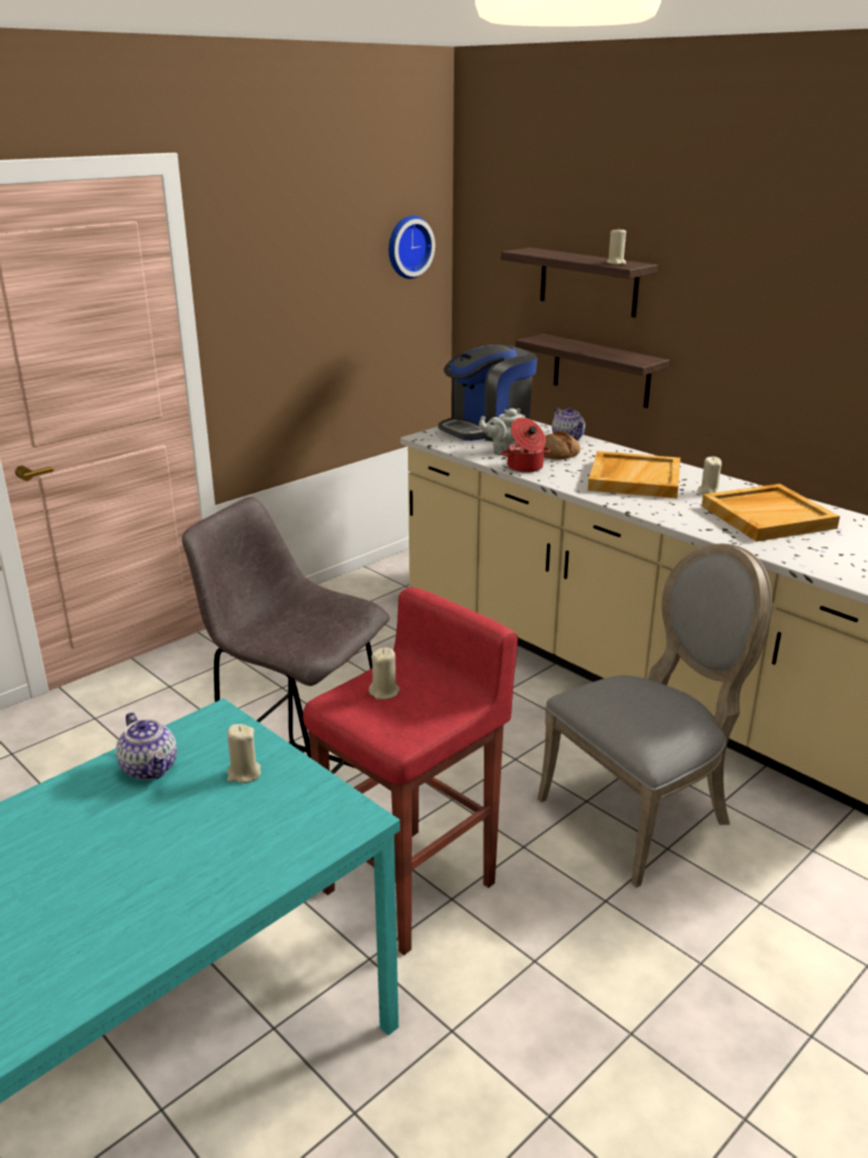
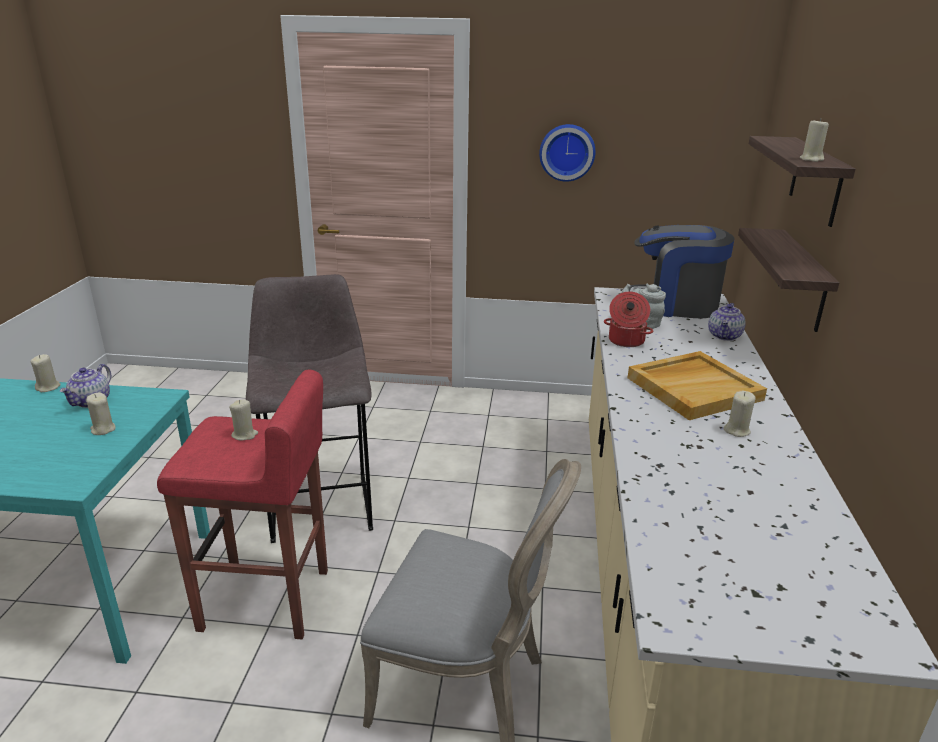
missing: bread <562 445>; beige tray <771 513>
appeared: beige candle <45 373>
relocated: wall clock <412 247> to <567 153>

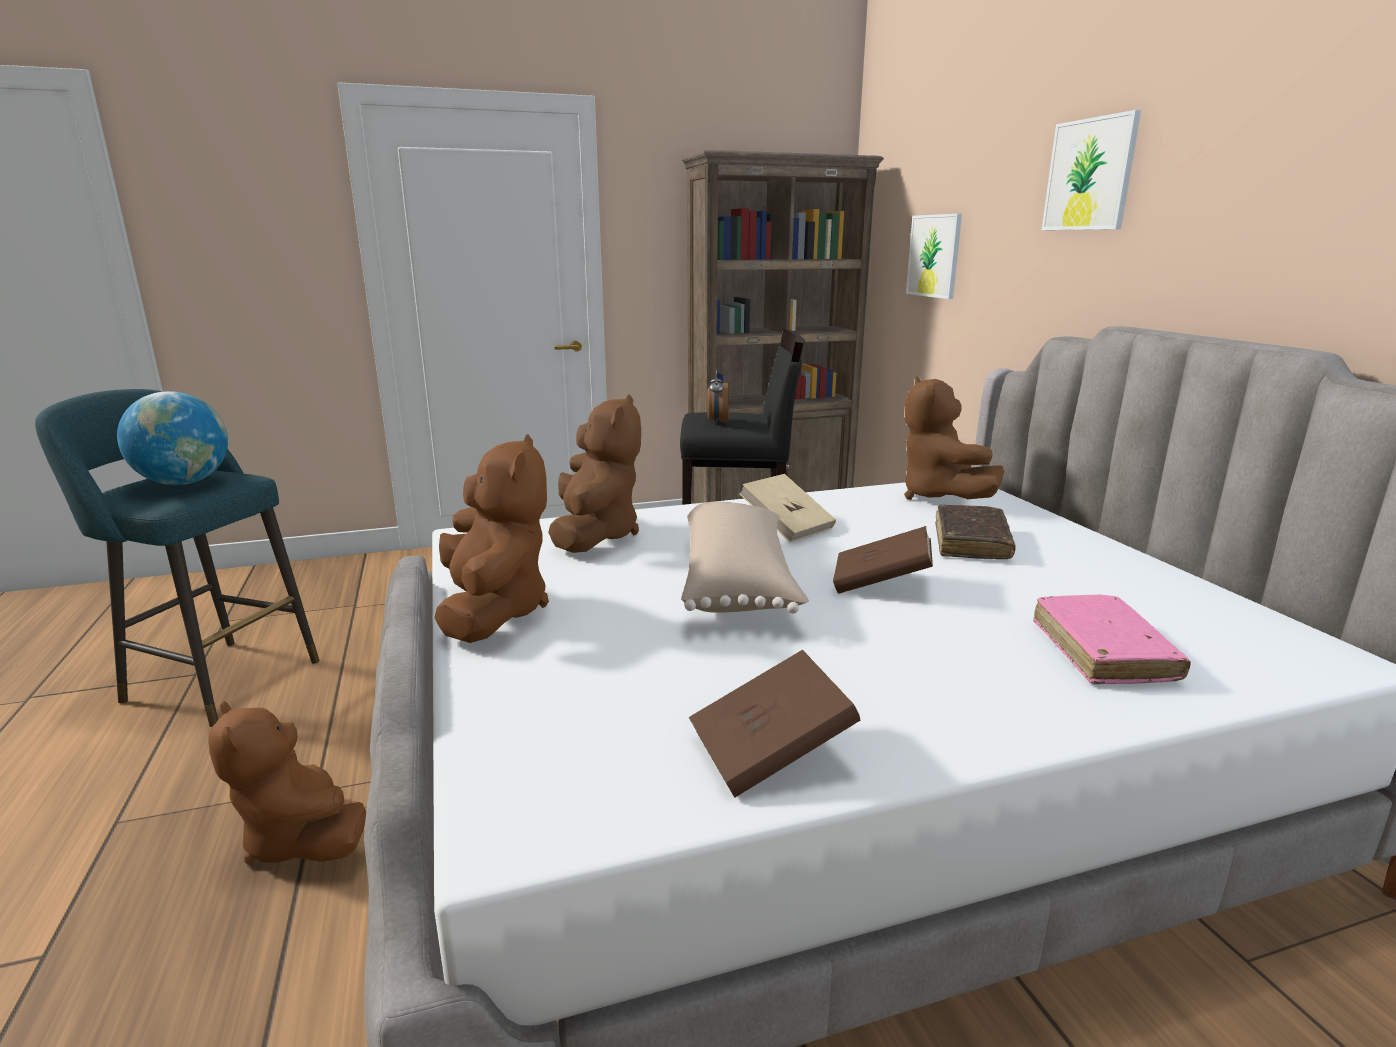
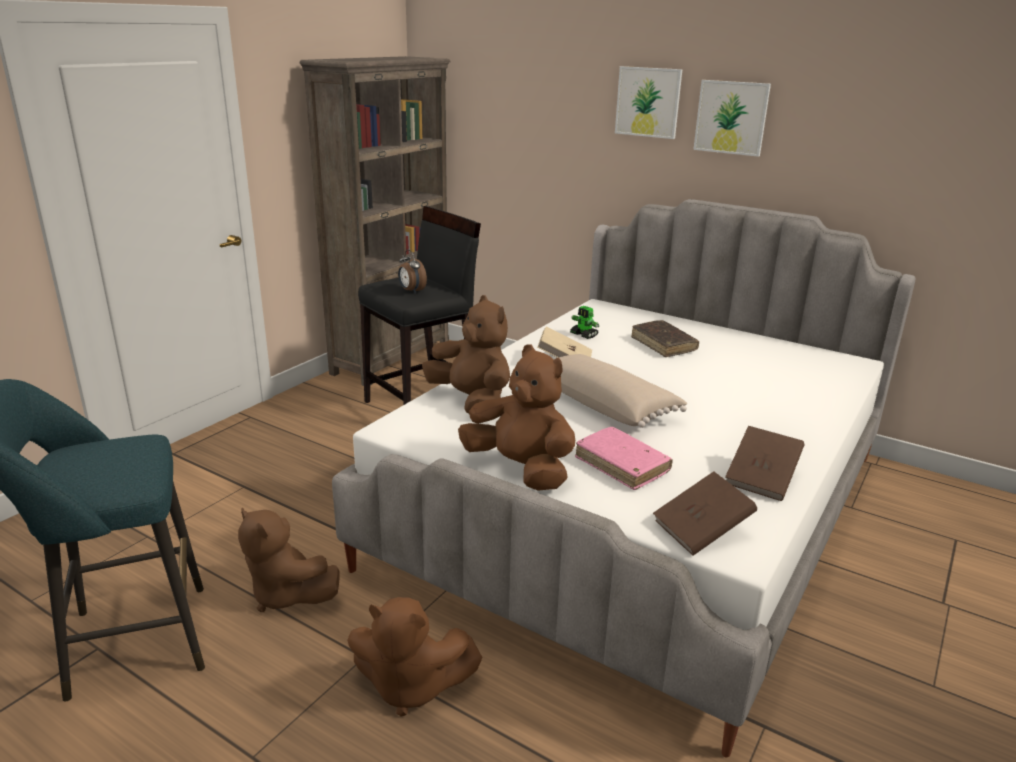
missing: globe <172 438>
appeared: toy robot <585 322>
relocated: brown plush toy <954 438> to <289 560>; pink book <1112 639> to <624 458>; brown book <883 560> to <705 513>; picture <934 256> to <732 118>

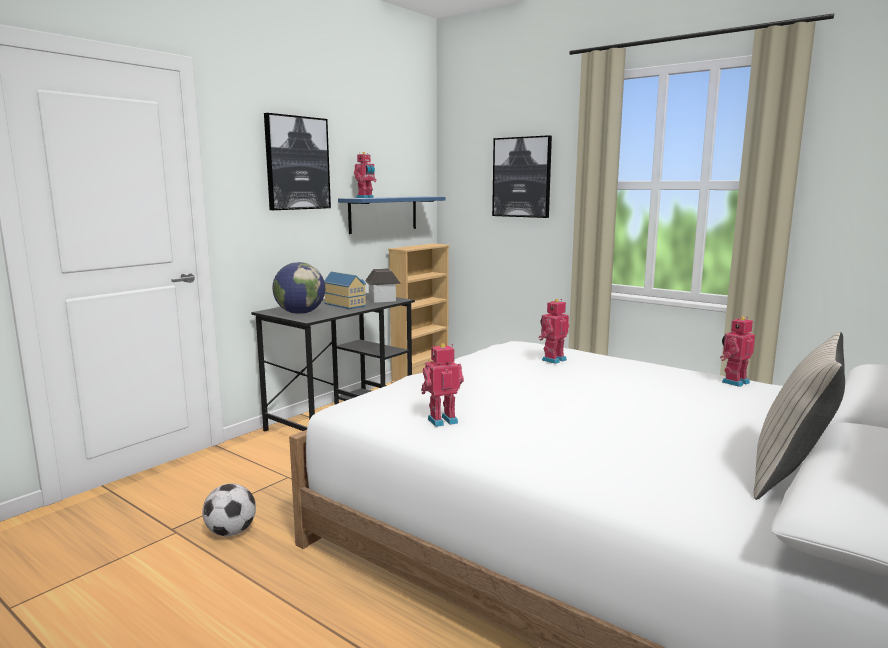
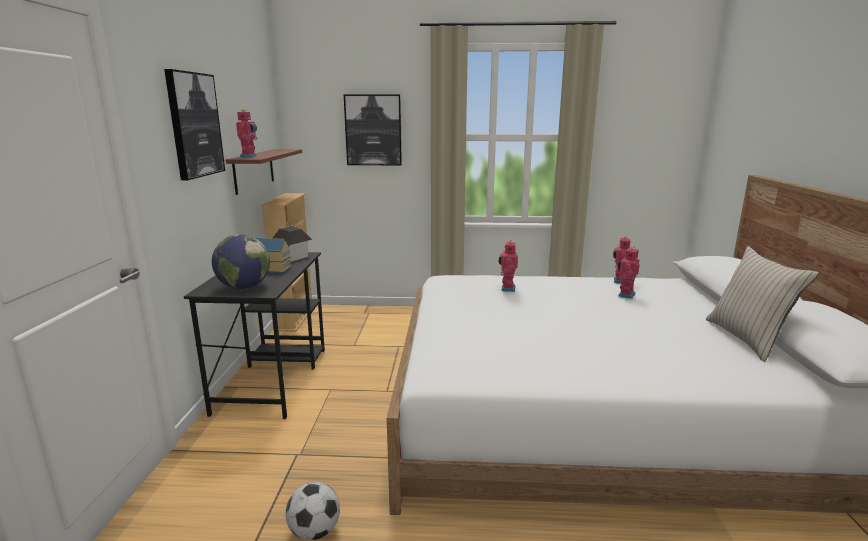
relocated: toy robot <442 385> to <629 273>
colour: blue shelf <392 215> to brown shelf <264 172>

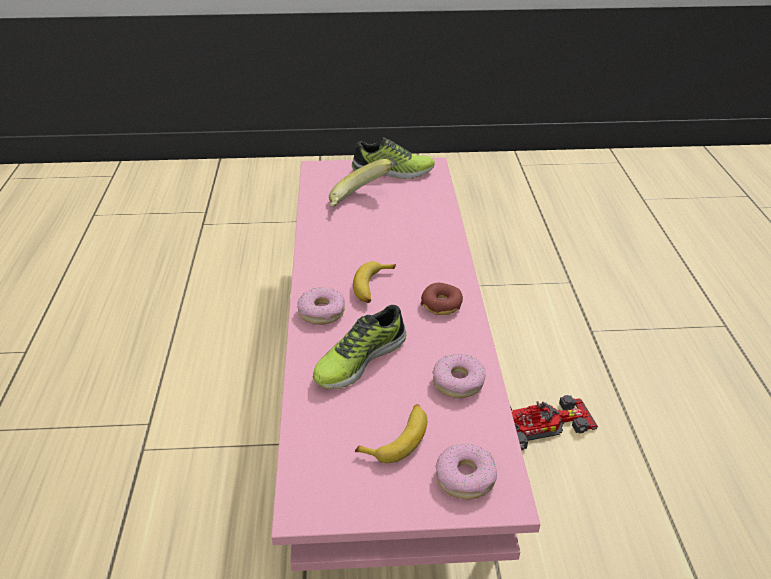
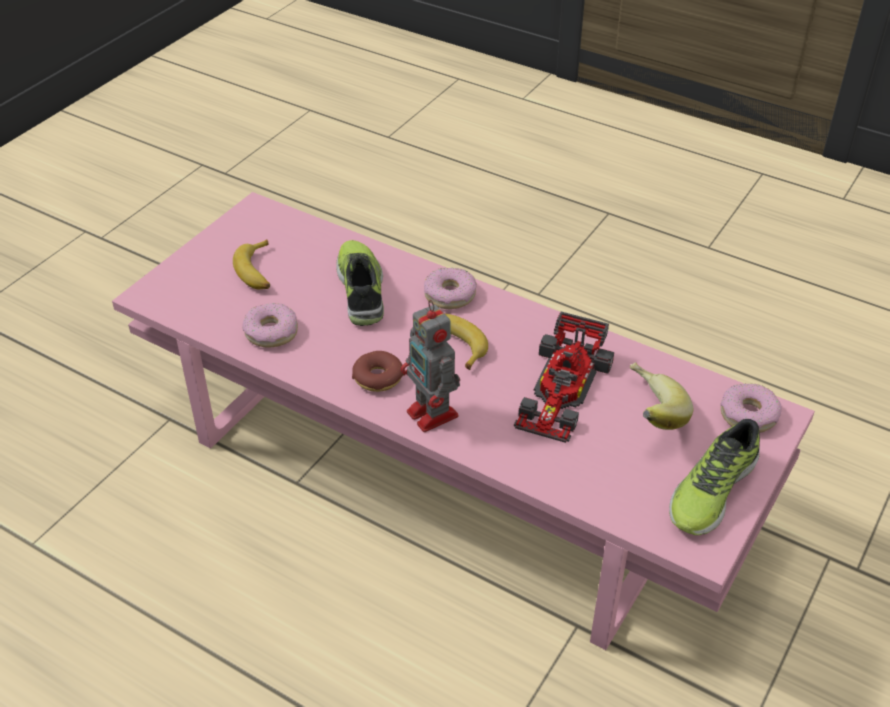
appeared: toy robot <430 366>
relocated: toy car <554 422> to <564 377>; donut <466 471> to <750 408>

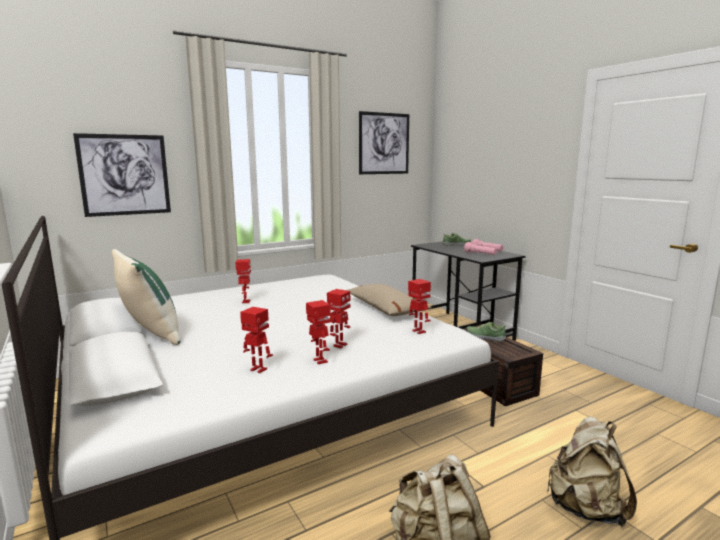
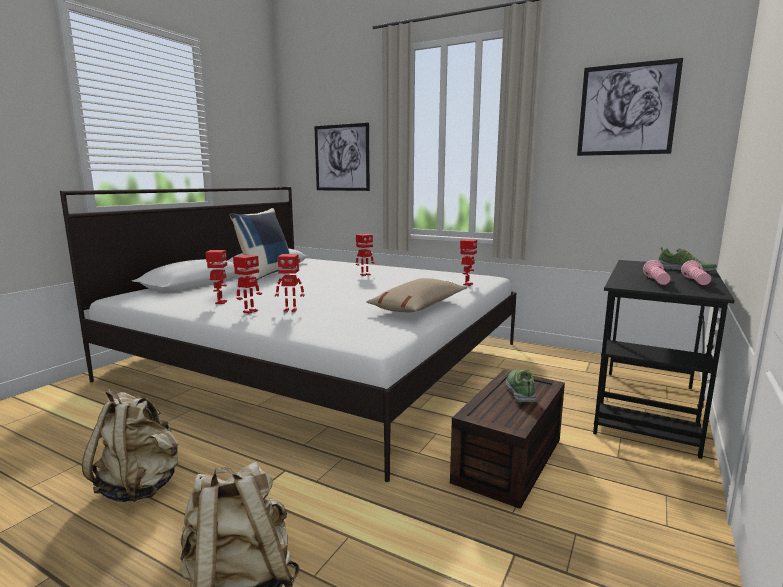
relocated: toy robot <419 306> to <468 262>
colour: green pillow <146 297> to blue pillow <263 244>

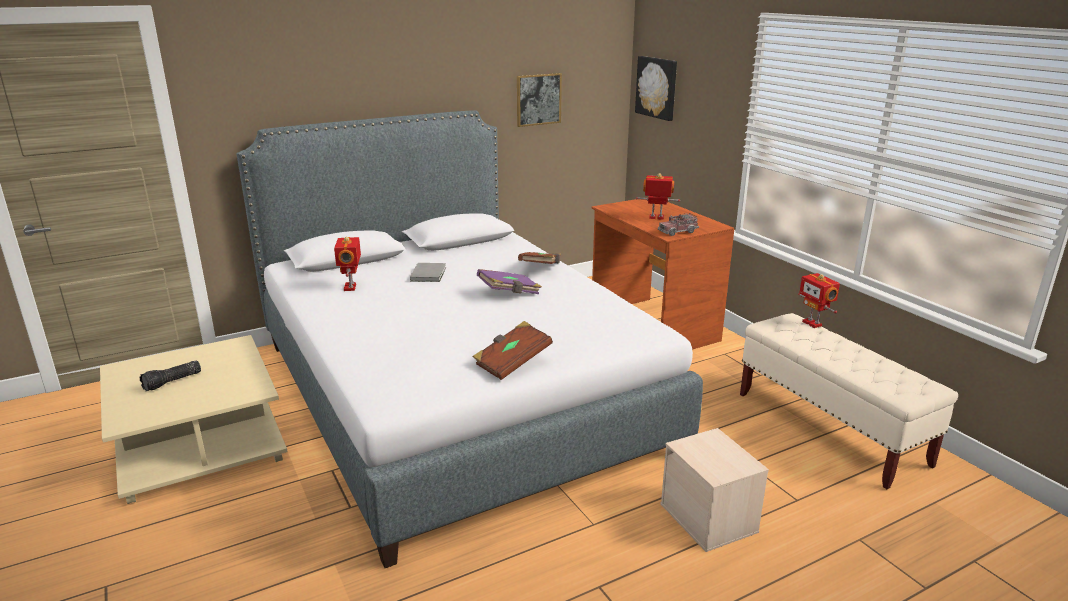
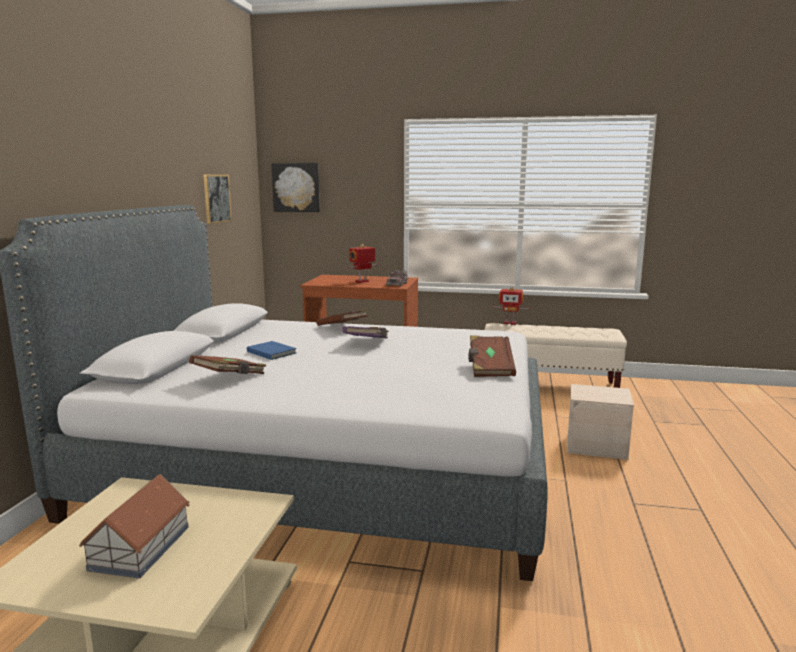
exchanged: flashlight <170 376> to toy house <134 526>; toy robot <347 264> to brown book <228 364>
colour: grey book <428 272> to blue book <271 350>

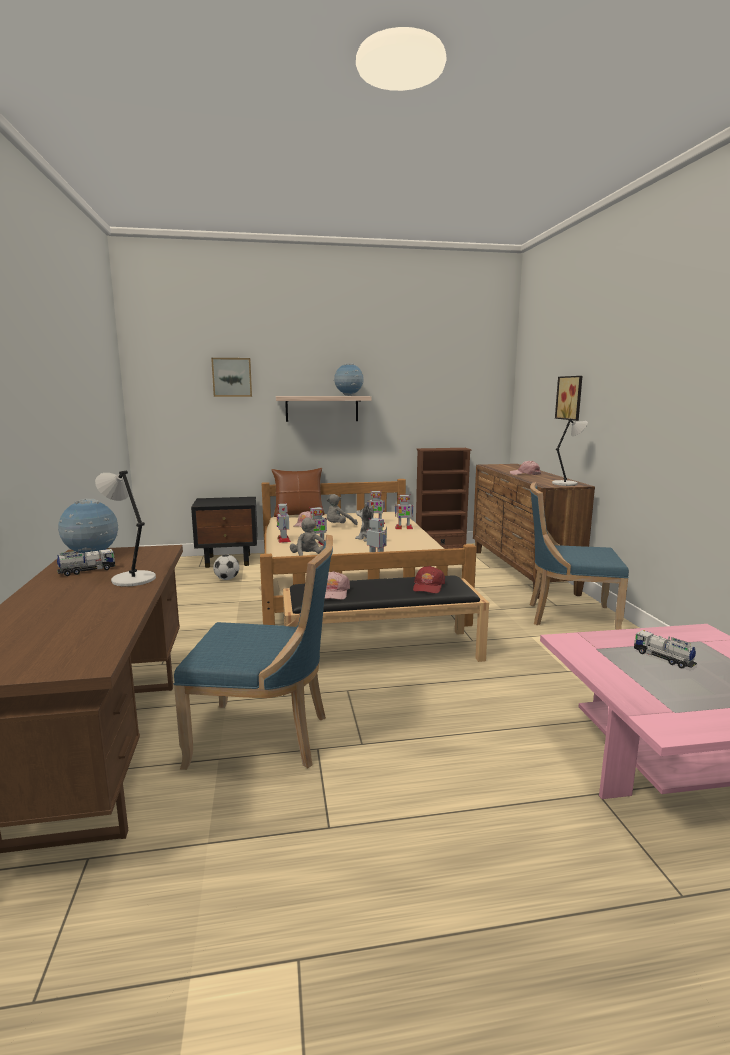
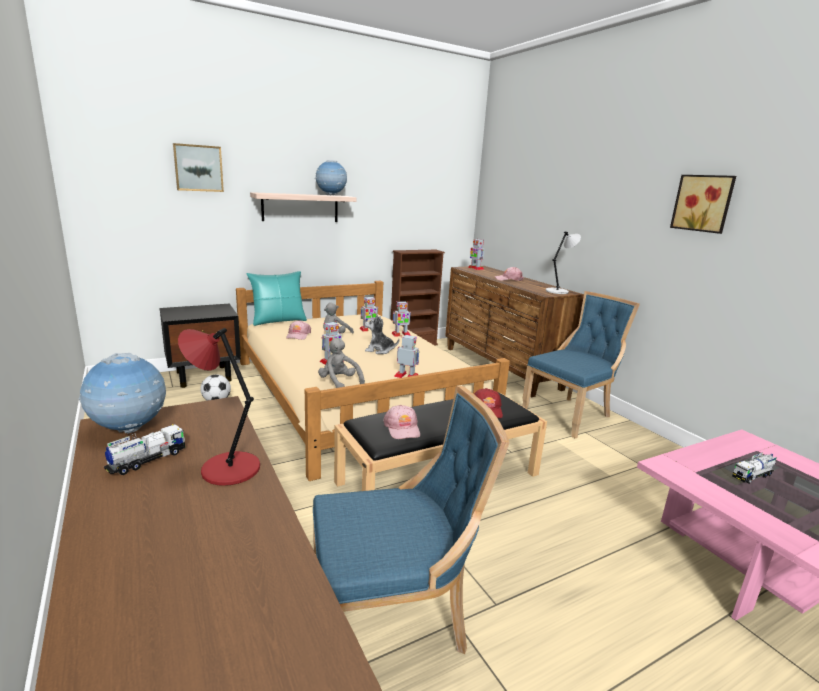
relocated: toy robot <283 523> to <476 254>; picture <568 398> to <703 204>
colour: grey table lamp <125 529> to red table lamp <219 407>; brown pillow <298 492> to turquoise pillow <277 298>
spun: blue chair <579 556> = <581 365> 150 degrees clockwise; toy truck <665 649> = <754 468> 60 degrees counterclockwise

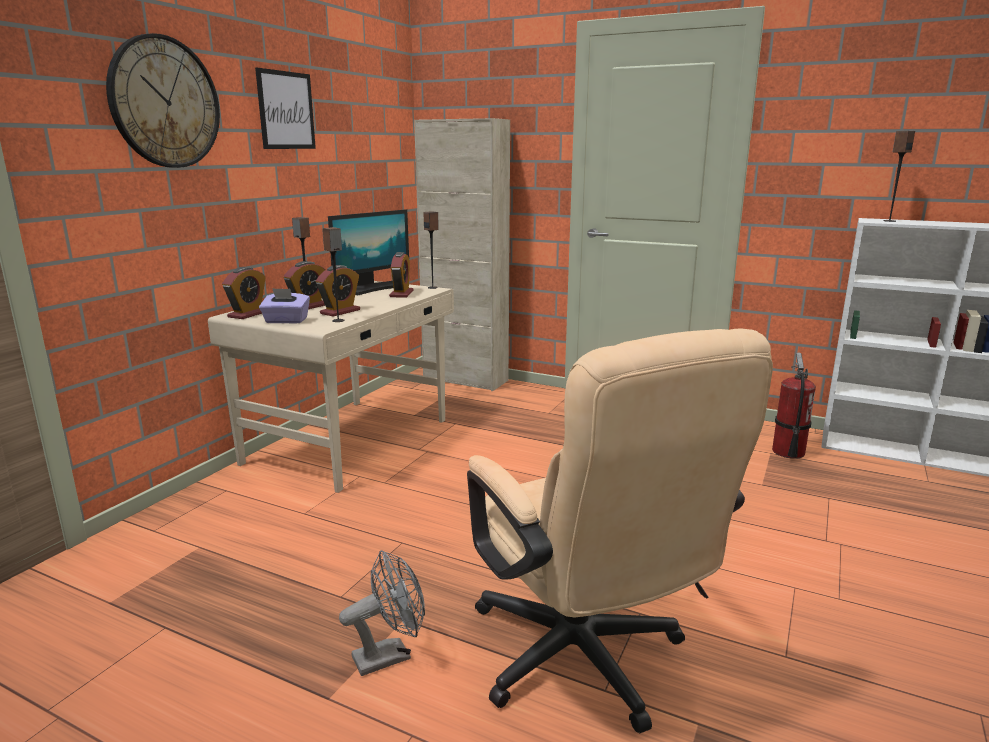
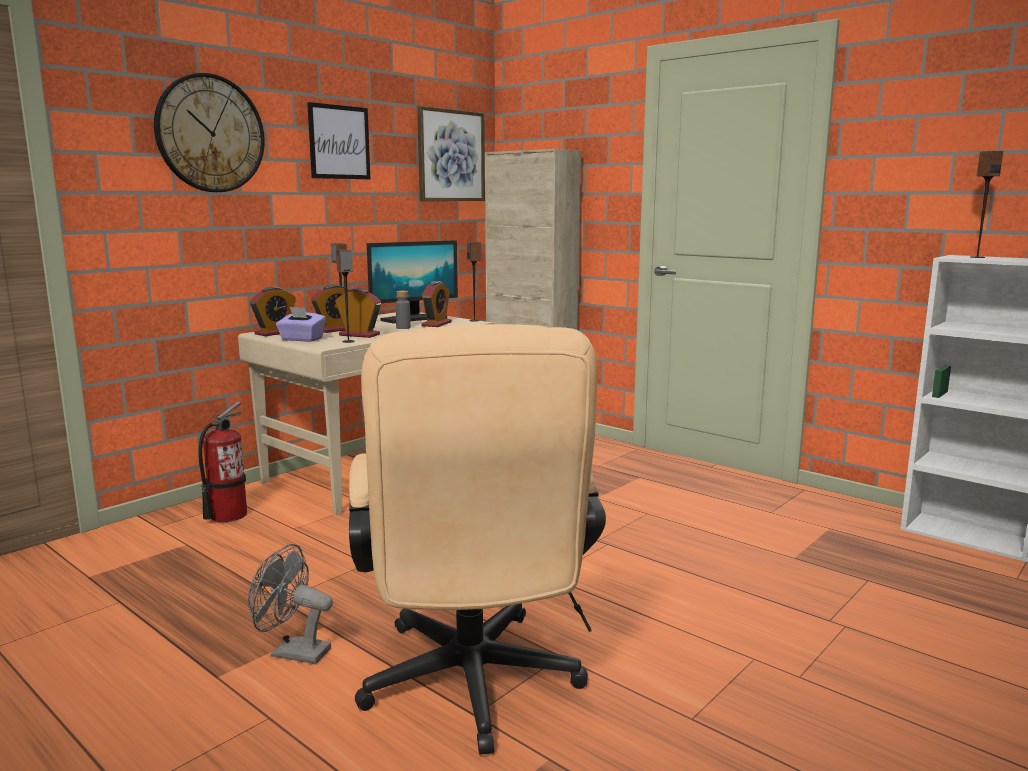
appeared: grey bottle <403 310>; picture <451 153>
relocated: fire extinguisher <794 405> to <222 461>
spun: grey fan <382 613> = <290 604> 150 degrees counterclockwise; alarm clock <338 291> = <358 313> 120 degrees counterclockwise

